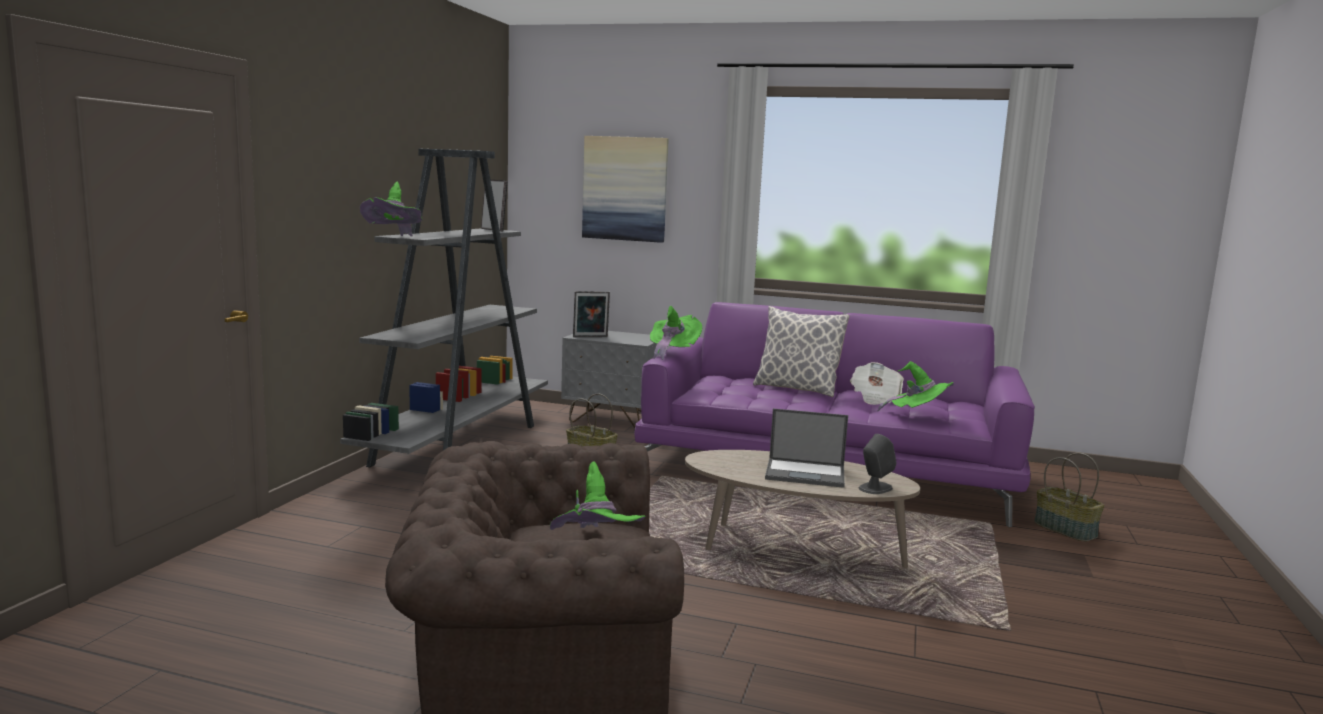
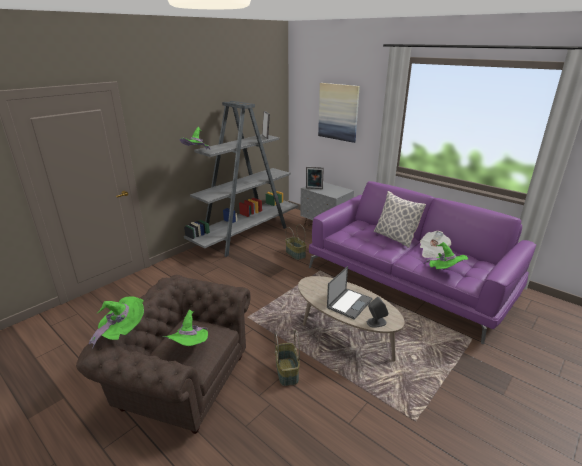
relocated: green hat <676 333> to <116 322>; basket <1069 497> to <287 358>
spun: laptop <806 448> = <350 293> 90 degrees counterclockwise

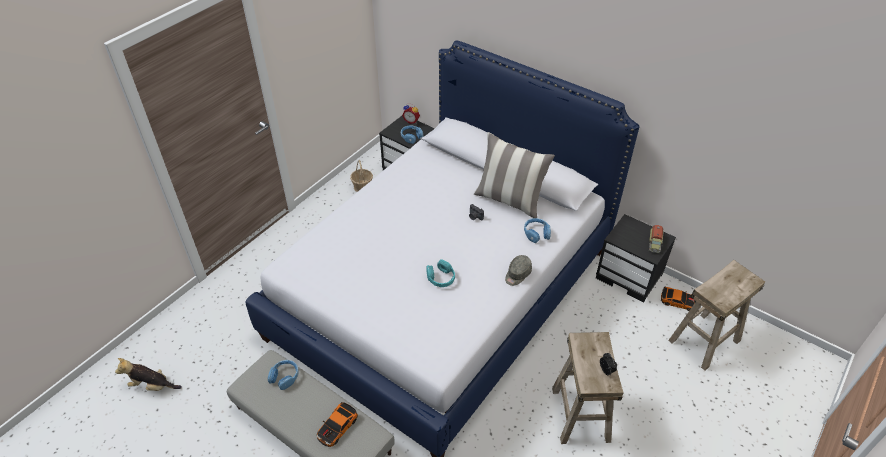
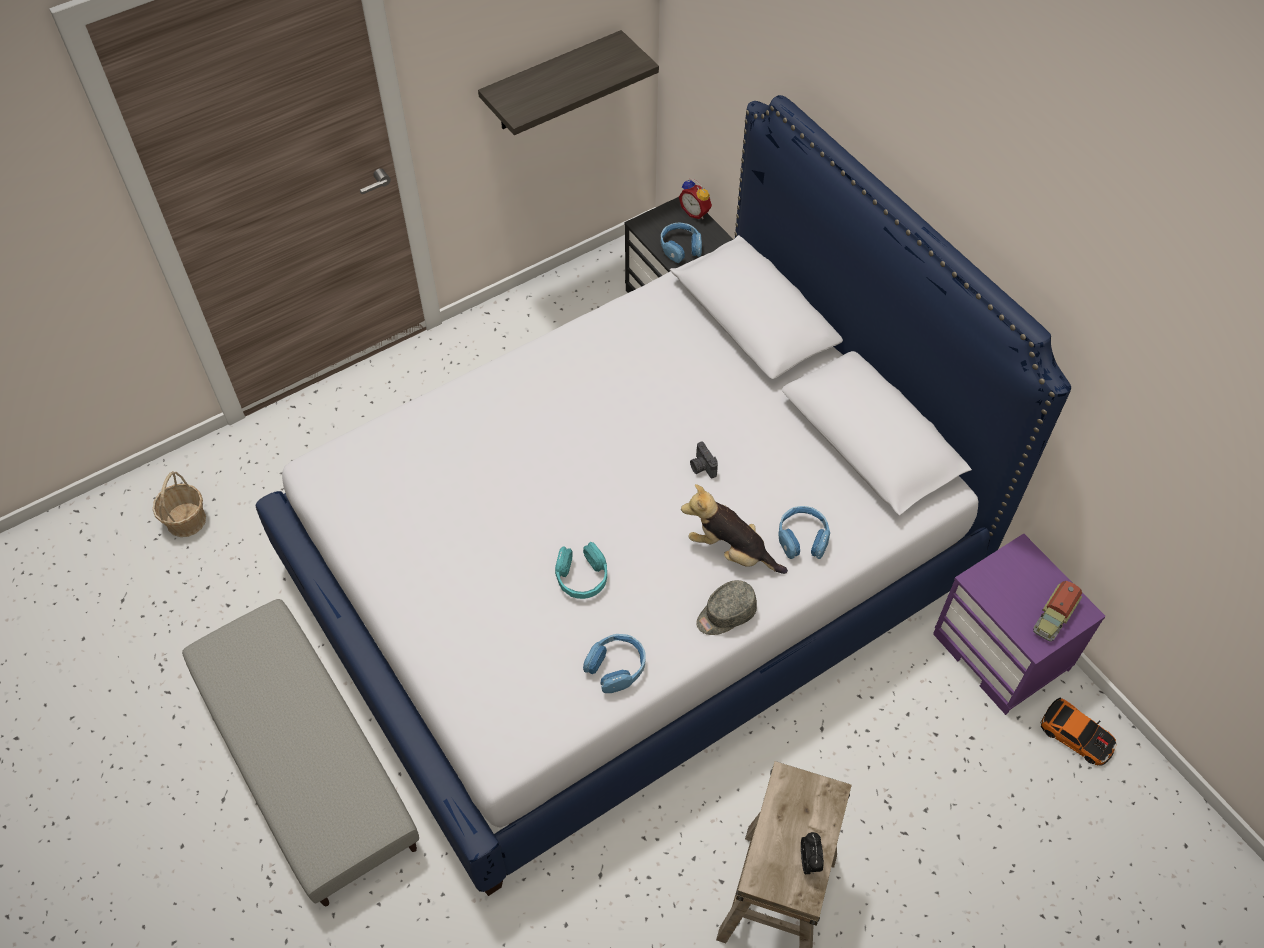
missing: toy car <337 424>; pillow <514 175>; beige stool <716 315>
appeared: shelf <568 82>
relocated: basket <361 176> to <179 504>; blue headphones <283 375> to <614 663>; plush toy <148 374> to <734 529>
colour: black nightstand <636 258> to purple nightstand <1019 624>

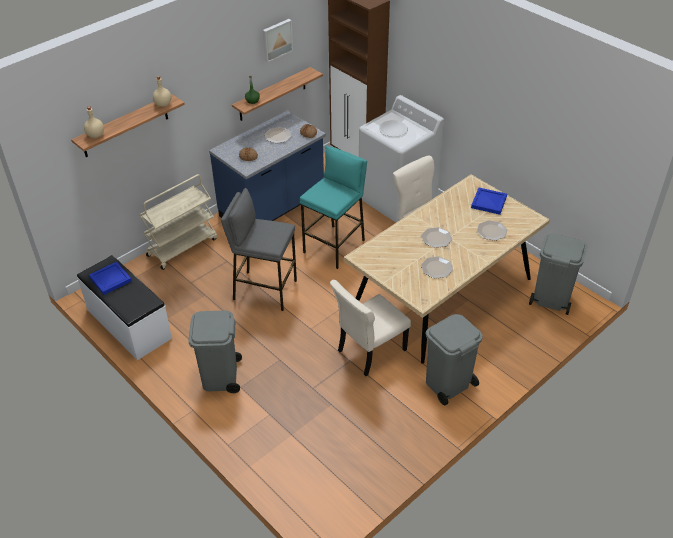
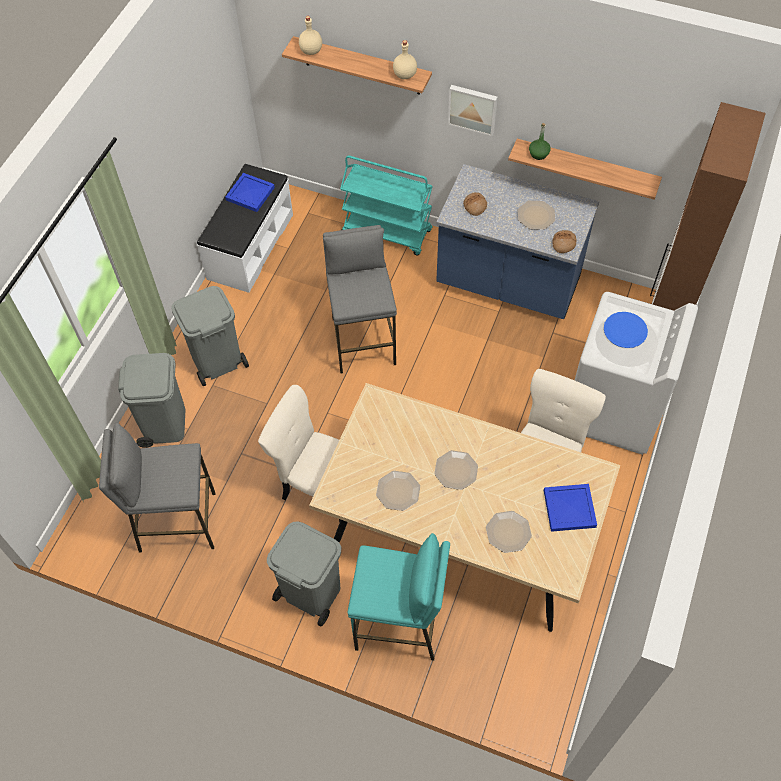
appeared: grey stool <157 488>
relocated: grey trash can <558 274> to <151 400>; turquoise stool <333 207> to <398 597>; picture <278 41> to <473 110>
colour: beige cart <178 222> to turquoise cart <386 206>; white plate <393 128> to blue plate <626 330>

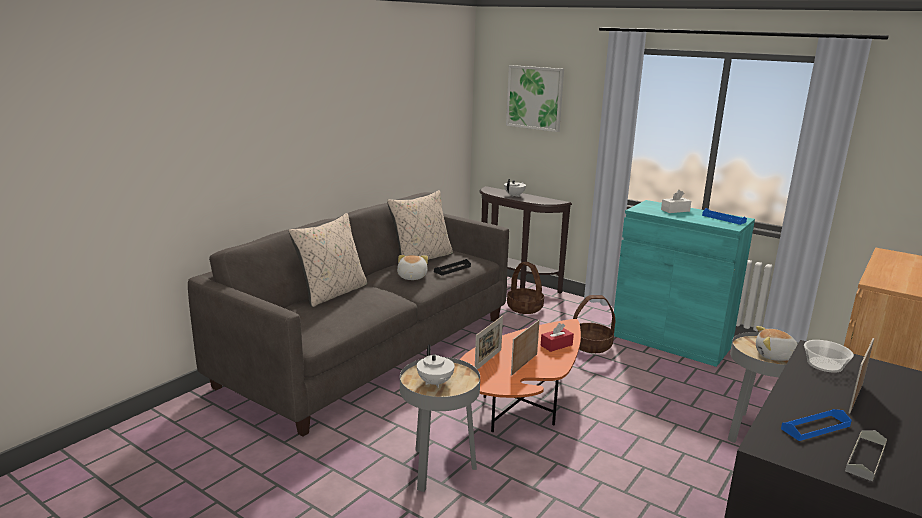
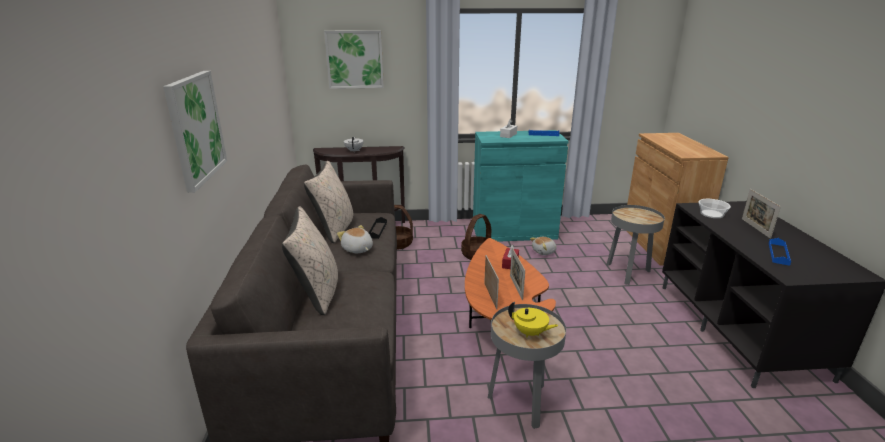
missing: grey tray <866 455>
appeared: picture <195 132>
relocated: plush toy <777 343> to <543 246>
colour: white teapot <436 366> to yellow teapot <533 320>

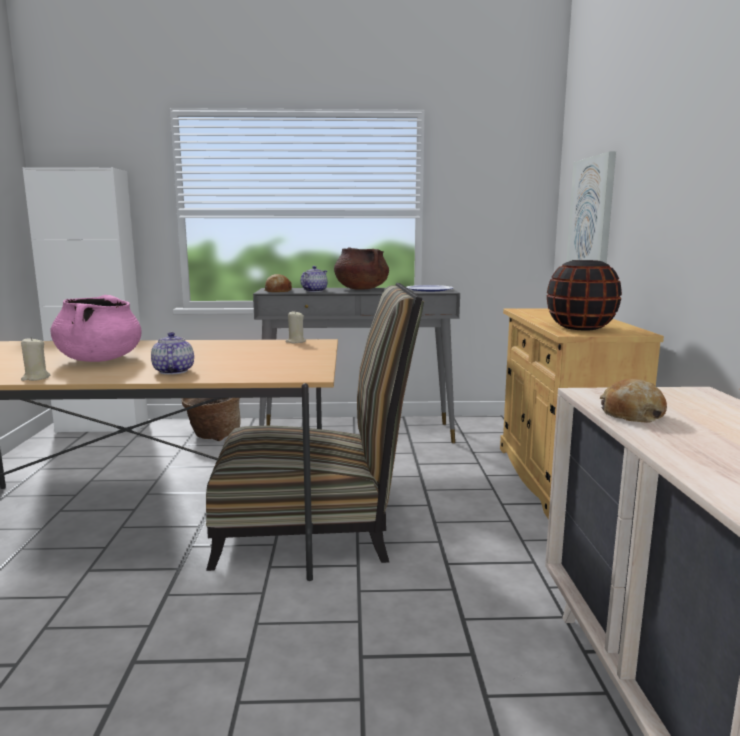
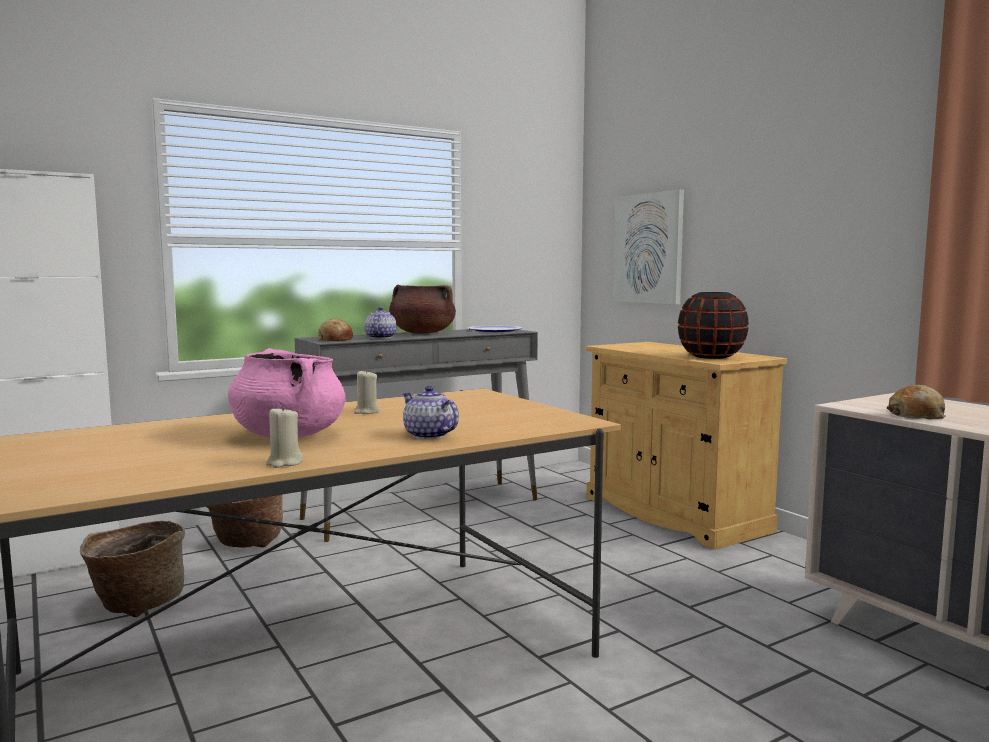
missing: chair <315 427>
appeared: basket <132 569>
relocated: beige candle <295 326> to <367 391>

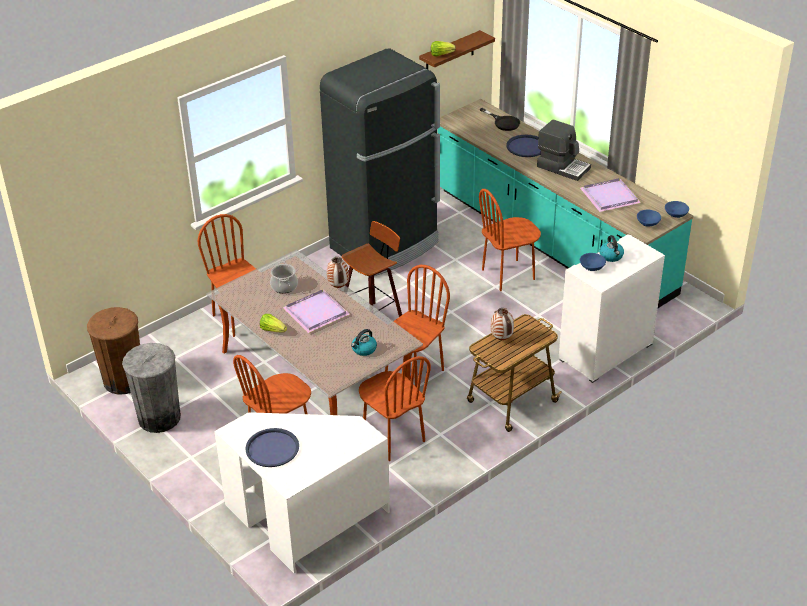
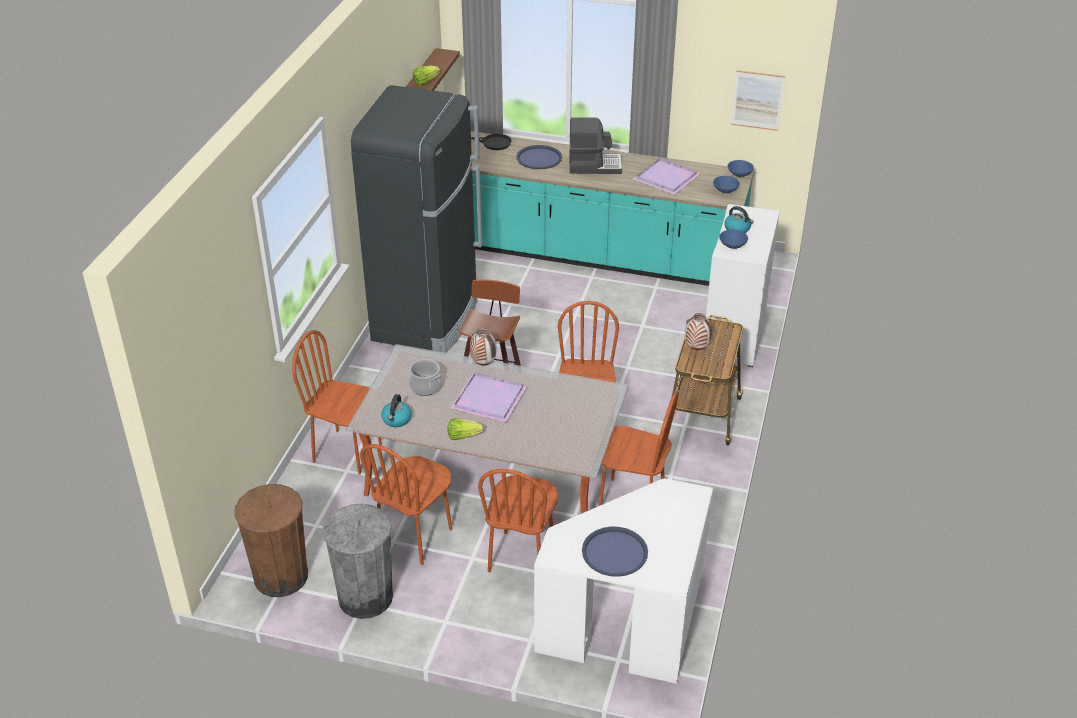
appeared: picture <758 100>
relocated: brown chair <510 240> to <406 504>; kettle <364 342> to <396 410>

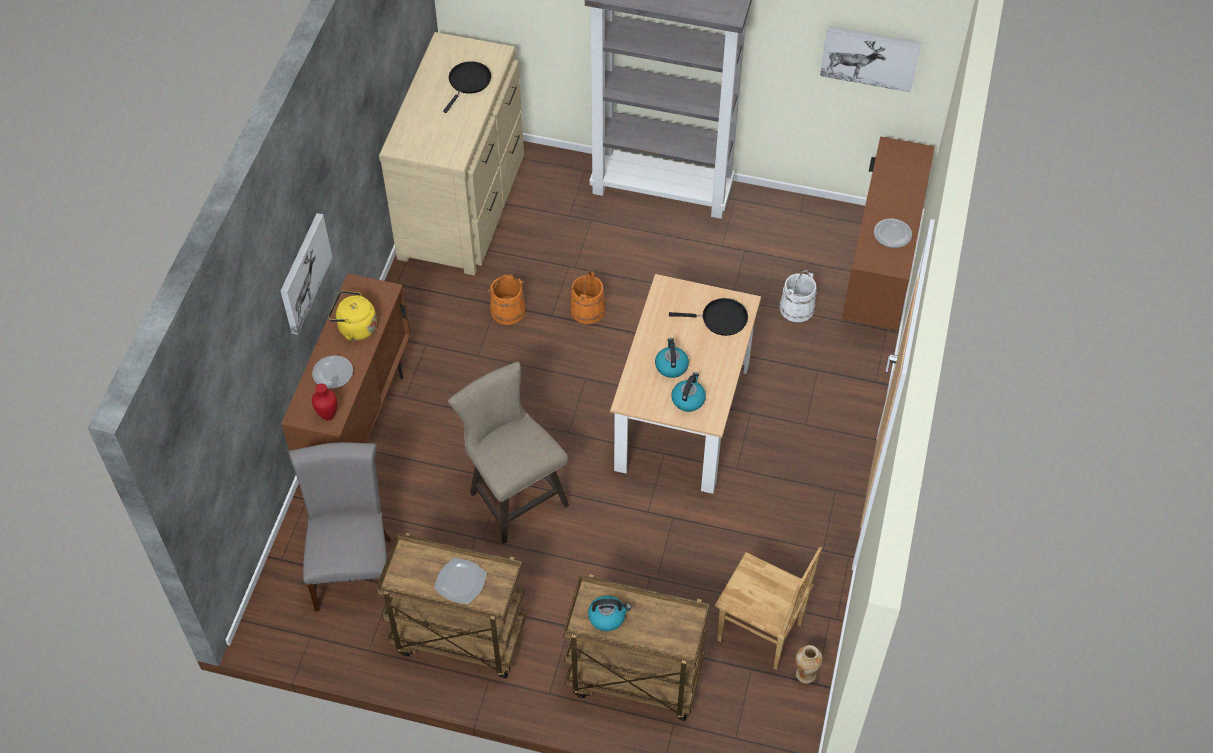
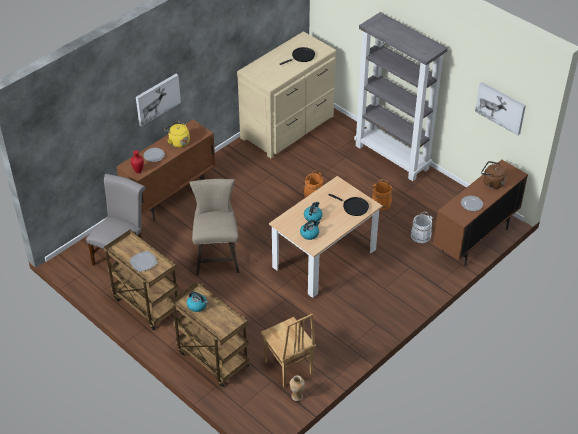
appeared: brown kettle <493 175>
relocated: orange bucket <507 299> to <382 194>

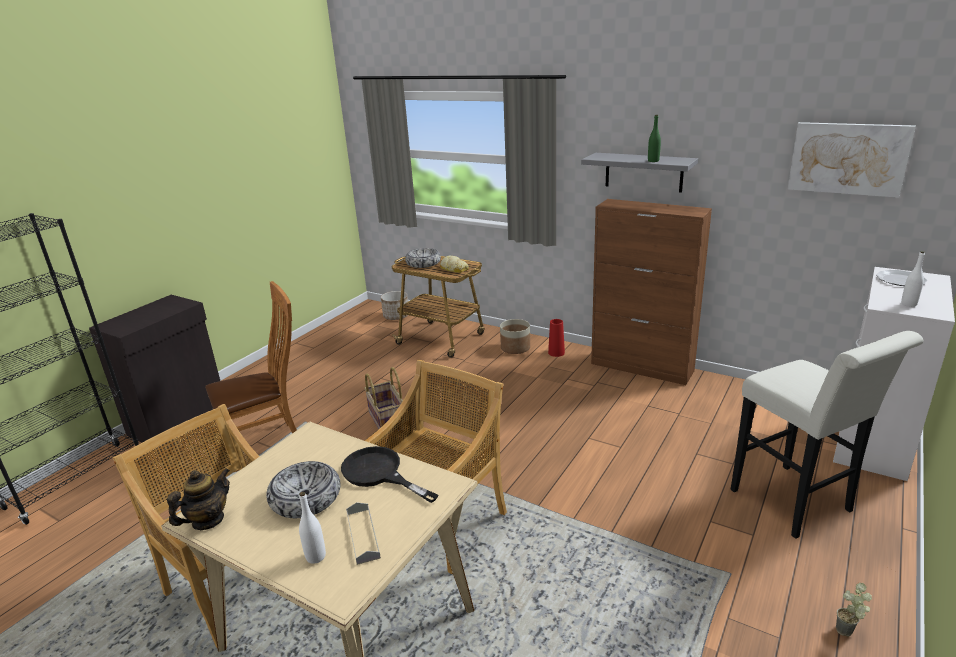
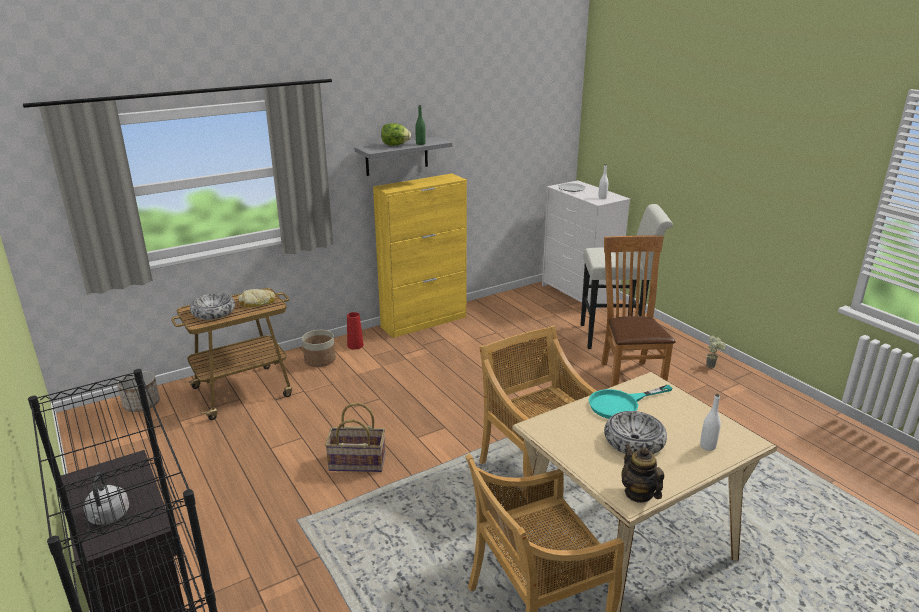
missing: grey tray <363 533>; picture <852 160>
appeared: grey kettle <106 498>; lettuce <396 134>
relocated: brown chair <251 376> to <638 311>
colour: brown cabinet <651 292> to yellow cabinet <420 256>; black frying pan <390 474> to turquoise frying pan <631 402>

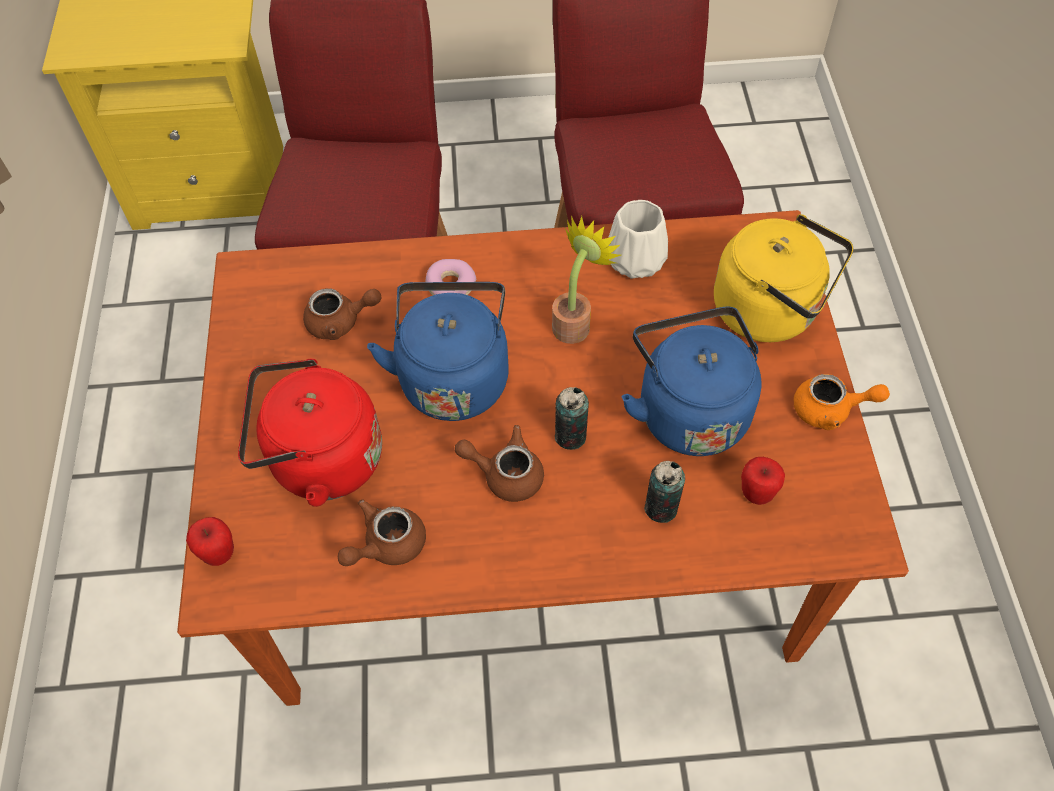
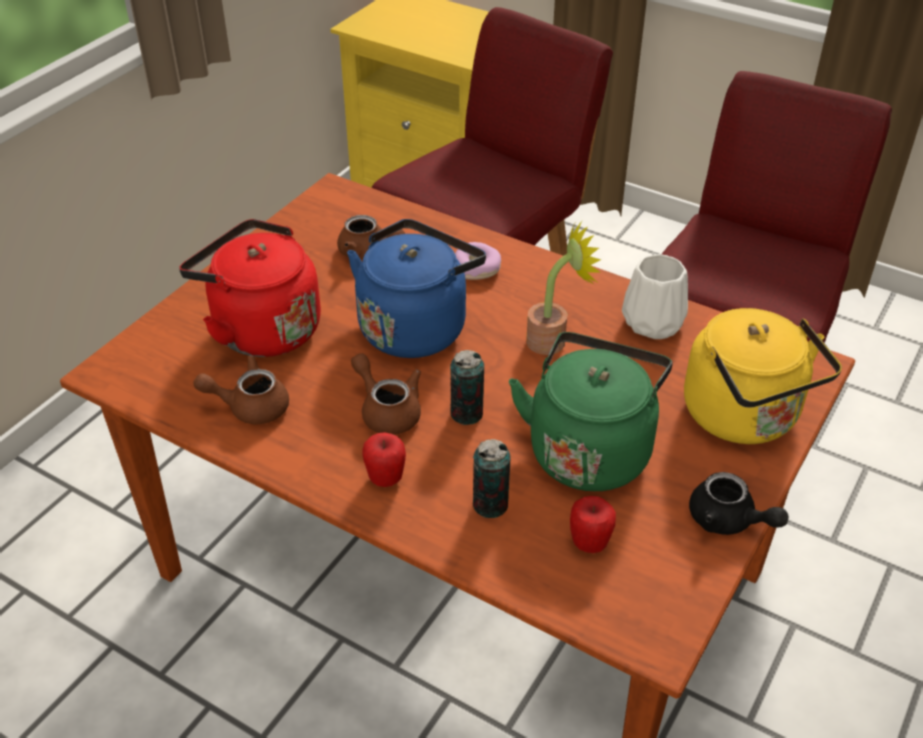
relocated: apple <210 541> to <384 459>
colour: blue kettle <691 381> to green kettle <590 411>; orange teapot <842 402> to black teapot <739 503>

